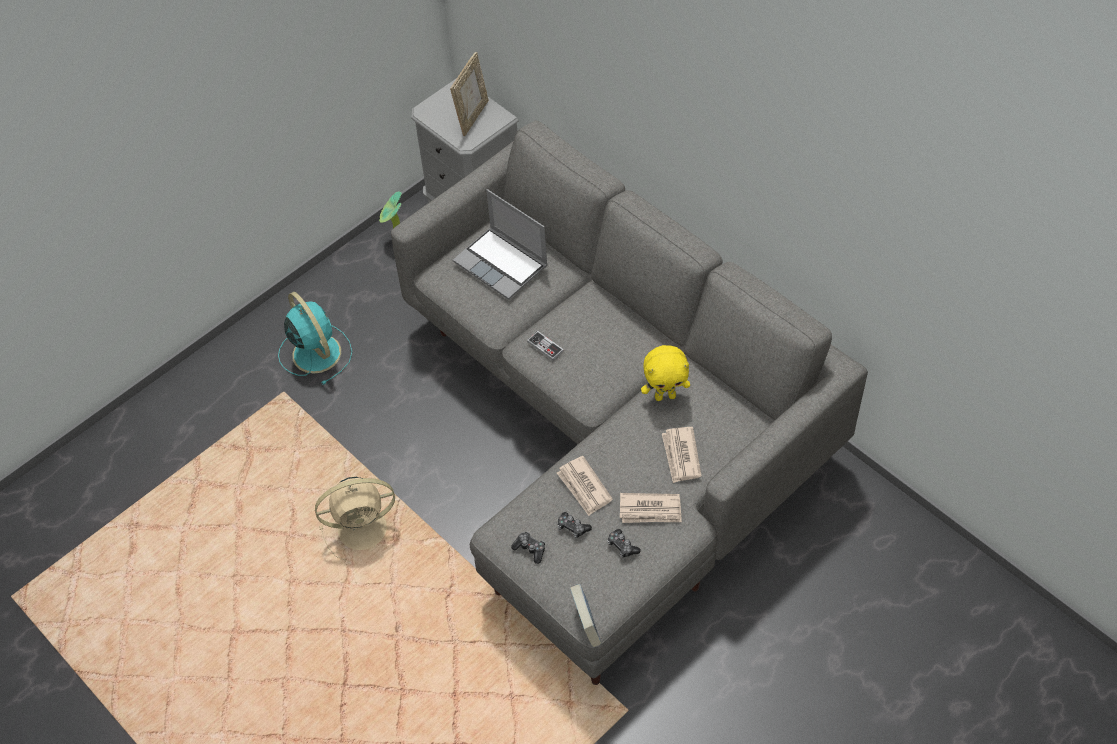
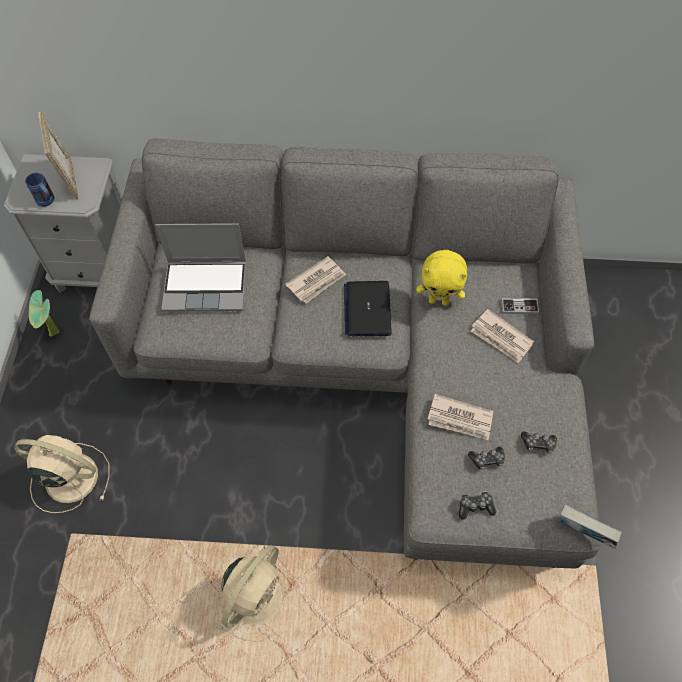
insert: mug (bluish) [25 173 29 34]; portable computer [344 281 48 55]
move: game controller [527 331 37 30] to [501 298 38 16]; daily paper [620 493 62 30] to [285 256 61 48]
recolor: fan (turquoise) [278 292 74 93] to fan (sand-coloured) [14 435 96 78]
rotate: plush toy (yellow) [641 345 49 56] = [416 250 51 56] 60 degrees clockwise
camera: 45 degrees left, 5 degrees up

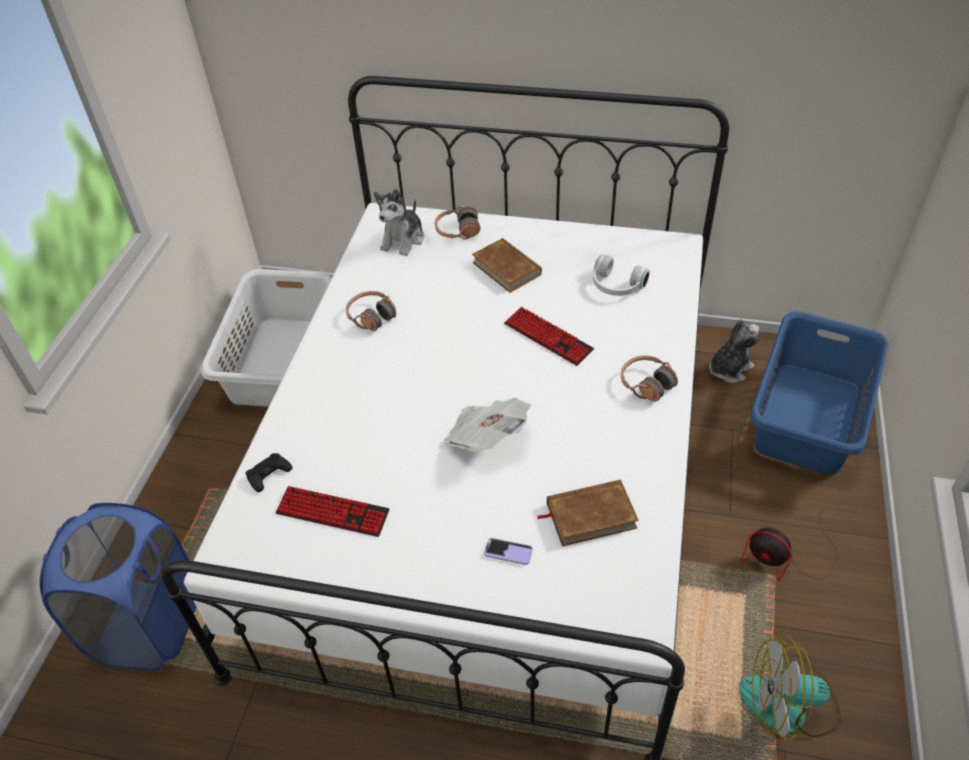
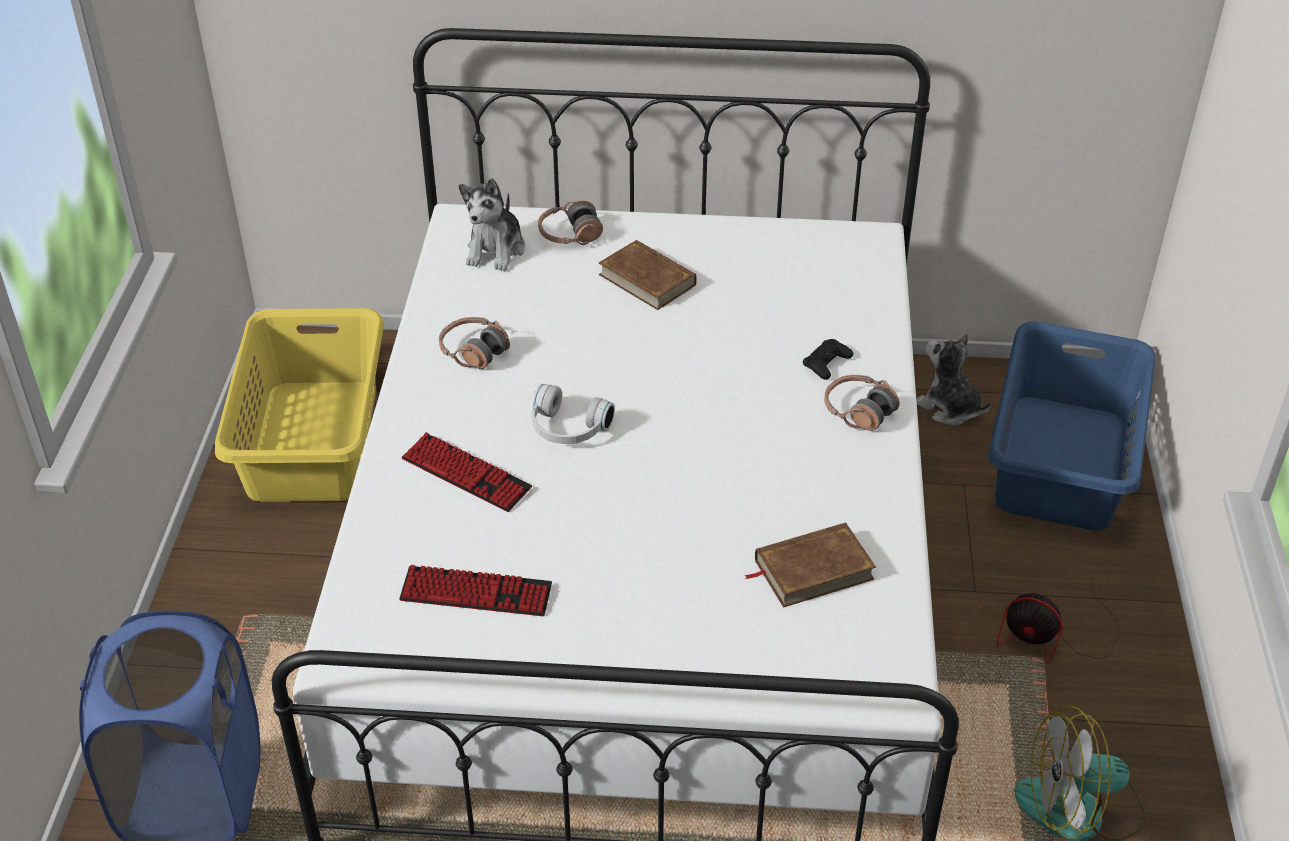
delete: daily paper [444 398 87 53]; phone [484 538 49 27]
move: headphones (whitish) [593 254 57 42] to [532 384 83 60]; keyboard [504 306 90 60] to [402 432 130 80]; game controller (blackish) [245 453 47 39] to [803 339 50 41]
recolor: washing basket (gray) [201 269 131 138] to washing basket (yellow) [215 308 169 194]
rotate: plush toy [709 319 51 64] = [916 334 76 91] 90 degrees counterclockwise
camera: 10 degrees left, 5 degrees down

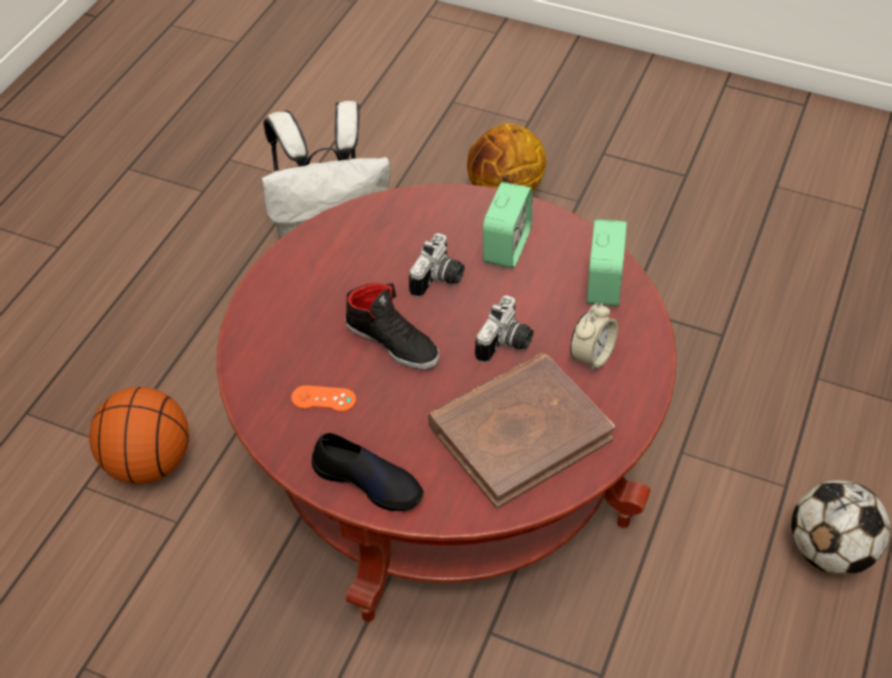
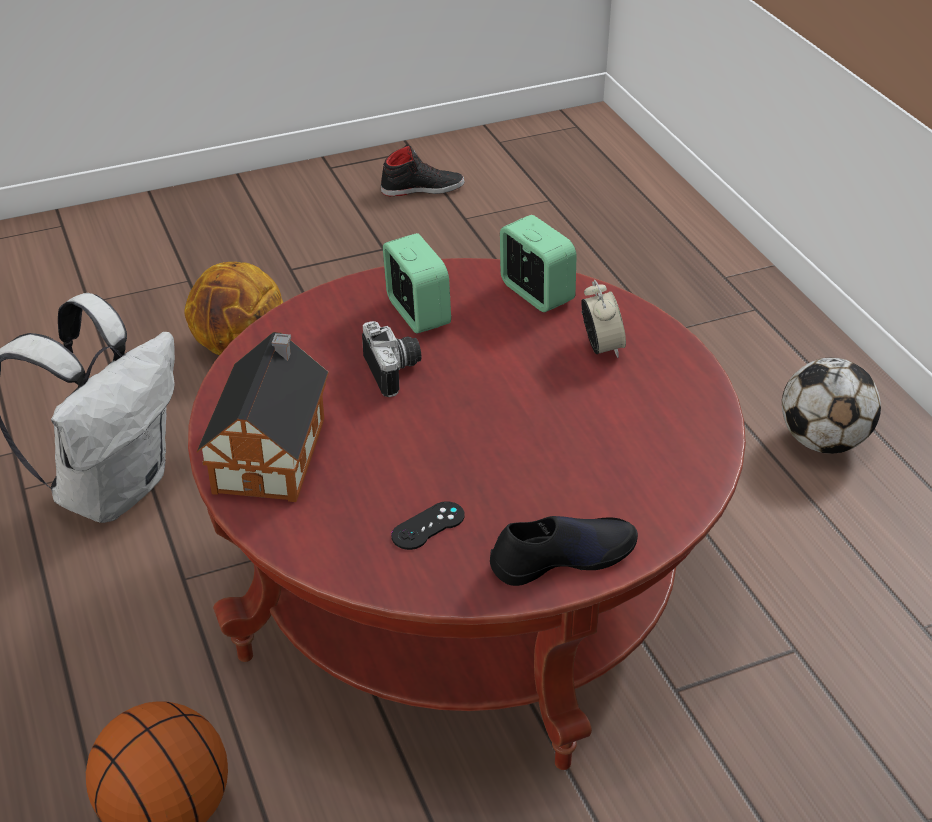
delete: still camera [475 295 58 68]; volume (brown) [428 353 187 156]
insert: toy house [197 332 132 170]
move: shoe (blackish) [345 283 95 86] to [381 144 83 52]
recolor: game controller (orange) [291 385 65 27] to game controller (blackish) [391 502 74 48]
camera: 45 degrees left, 10 degrees down

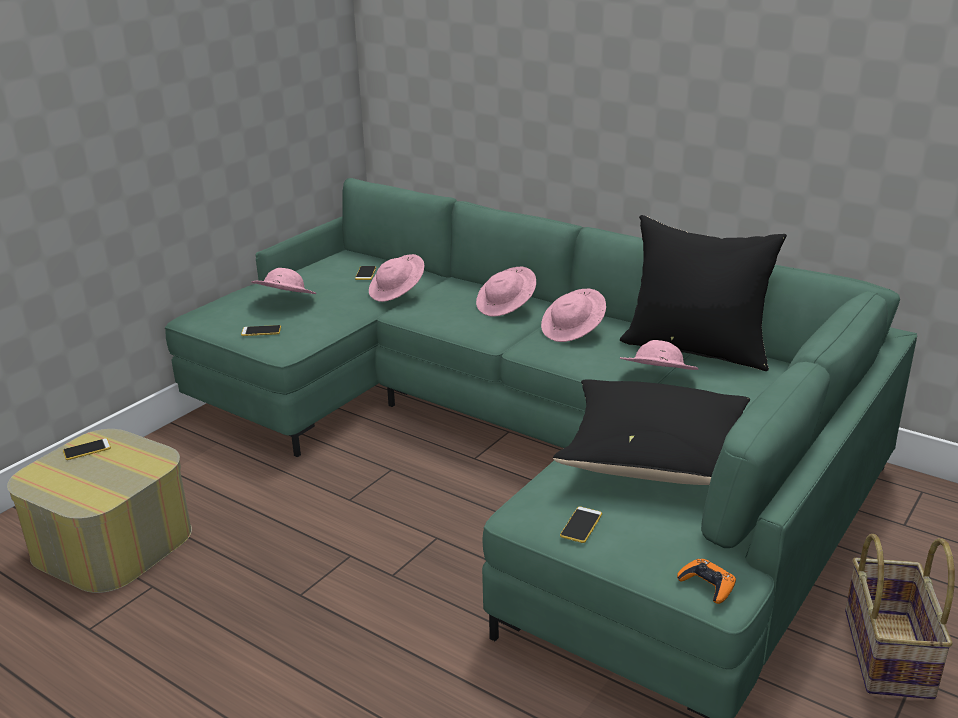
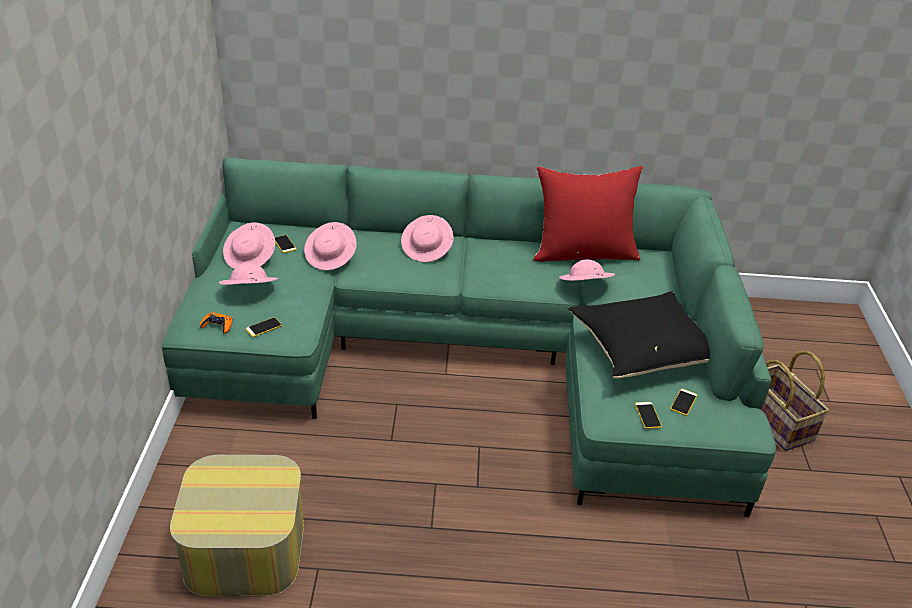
move: wearable hat (pink-coloured) [541 289 65 53] to [223 222 52 47]; phone [63 438 48 22] to [670 389 27 27]; game controller (orange) [677 559 59 45] to [200 312 32 22]
recolor: cushion (blackish) [620 215 167 156] to cushion (red) [533 166 110 96]
camera: 35 degrees left, 10 degrees up

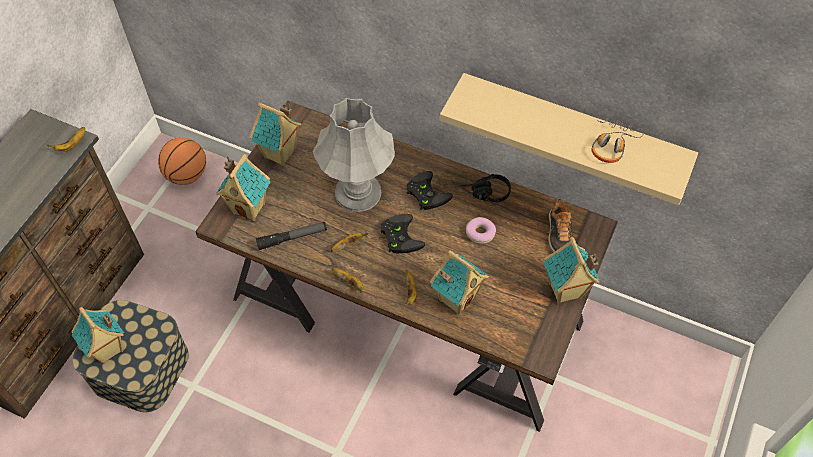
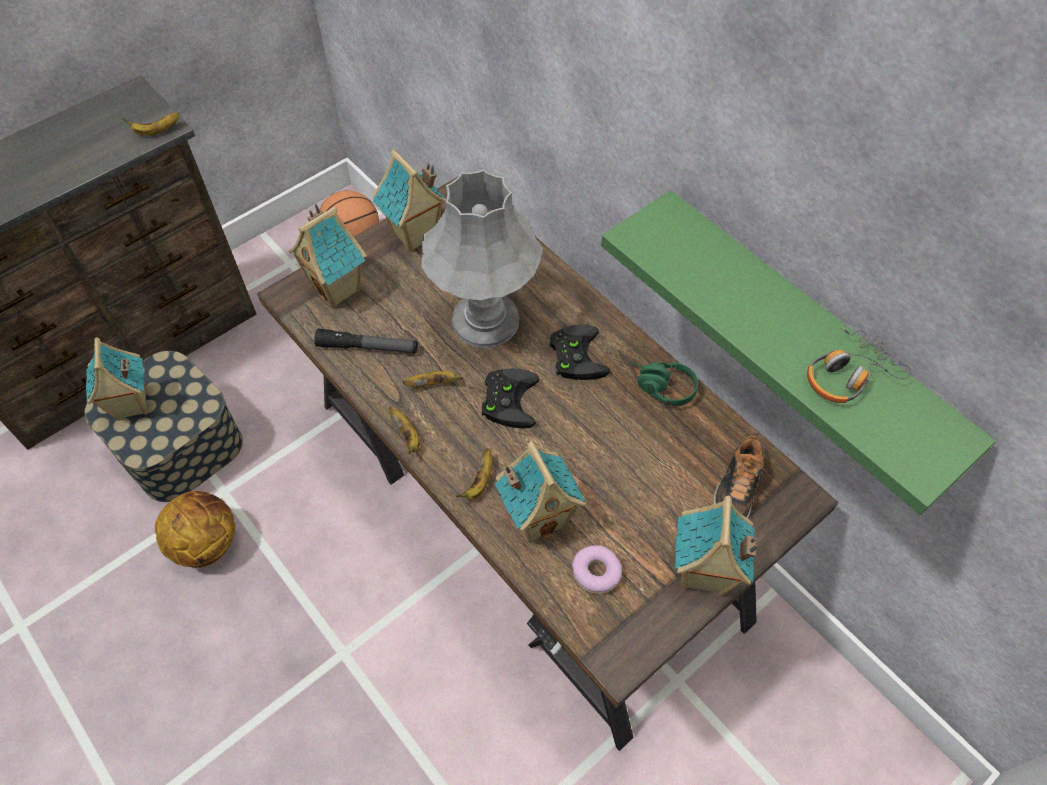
insert: basketball ball [155 491 80 77]
move: doughnut [466 217 30 27] to [572 545 50 49]
recolor: shelf (sand-coloured) [440 73 258 132] to shelf (green) [601 190 395 325]; headphones (blackish) [461 174 50 29] to headphones (green) [627 362 71 44]
camera: 25 degrees right, 0 degrees up

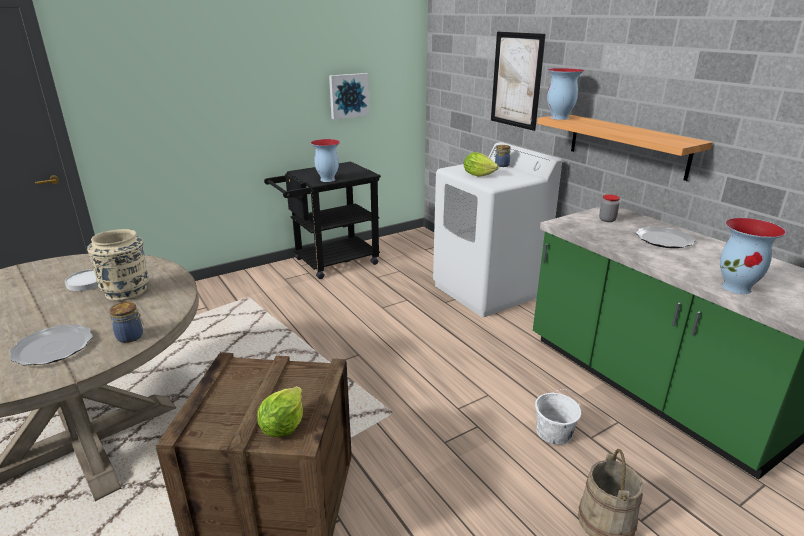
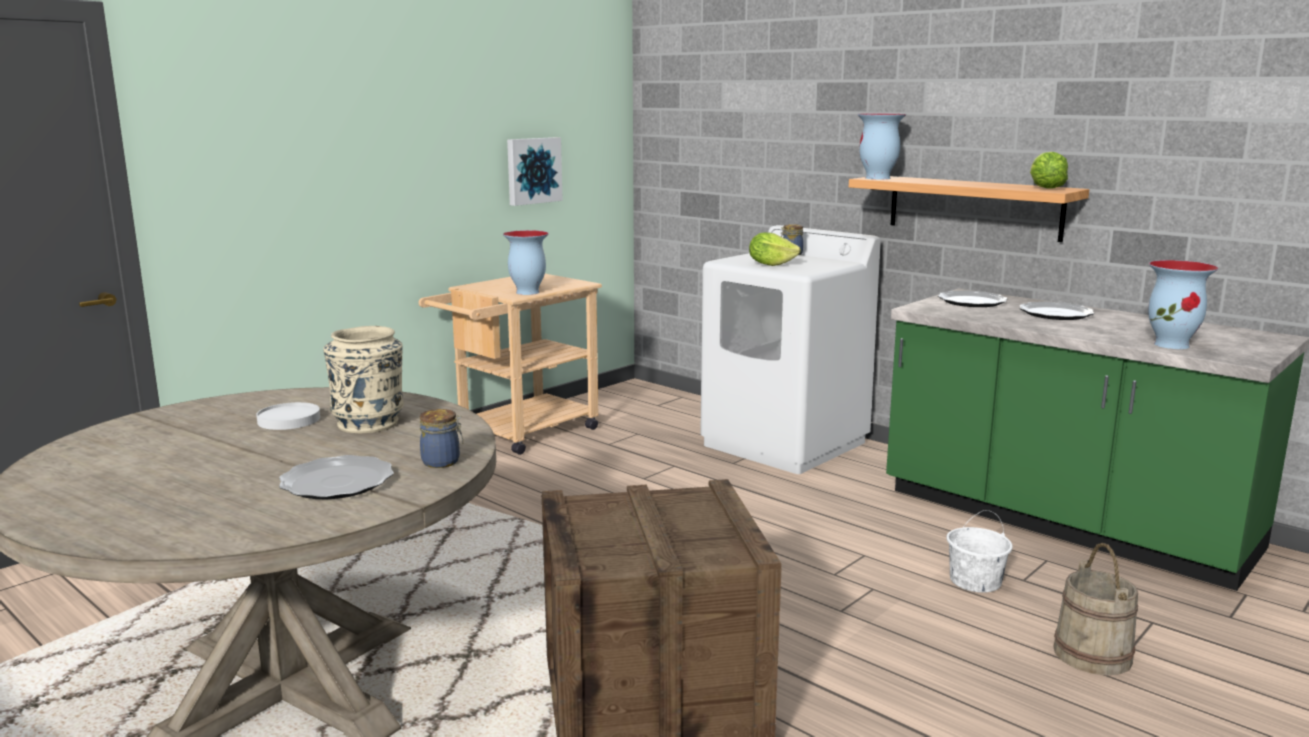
delete: wall art [491 32 55 99]
move: lettuce head [257 386 46 51] to [1030 152 38 37]
replace: storage jar [599 194 21 28] to dinner plate [938 290 70 17]
recolor: trolley (blackish) [264 162 117 117] to trolley (sand-coloured) [419 274 183 181]
camera: 15 degrees left, 10 degrees down

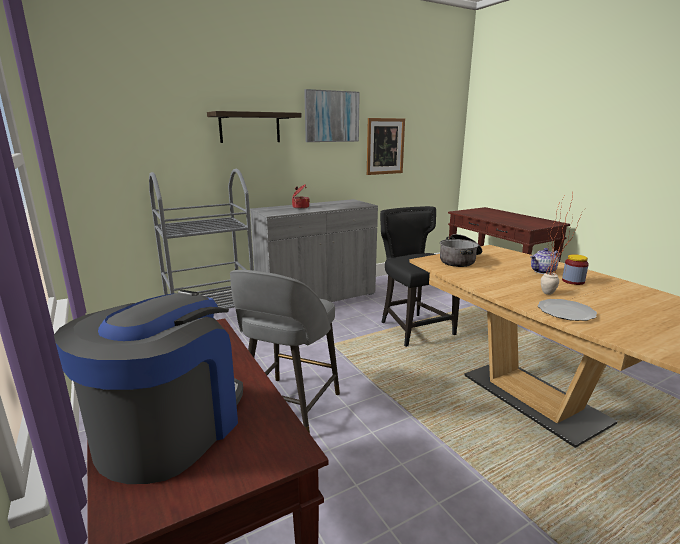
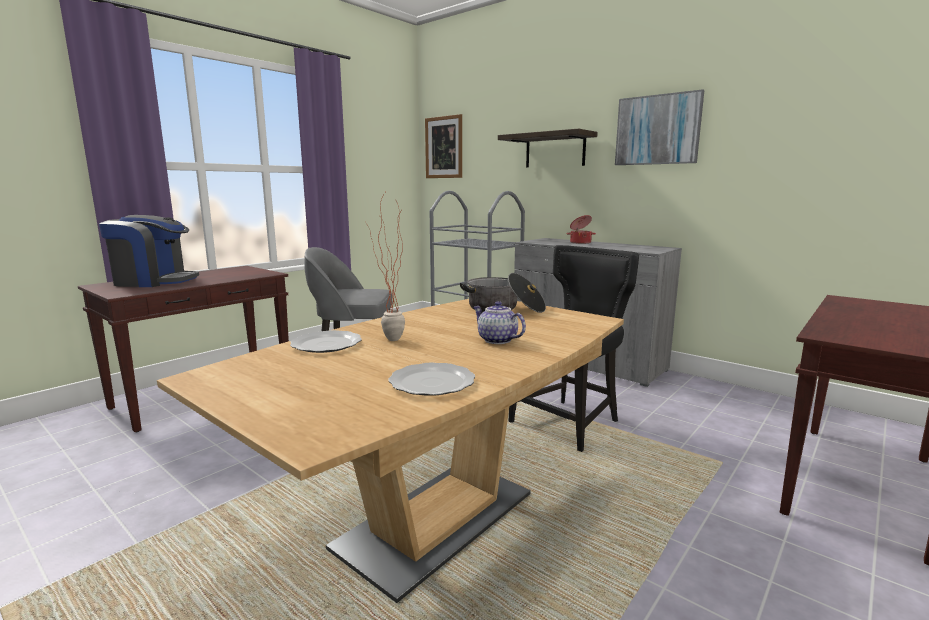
delete: storage jar [562 254 27 31]
insert: dinner plate [388 363 87 33]
move: wall art [367 118 38 57] to [425 114 37 64]
camera: 70 degrees right, 5 degrees down

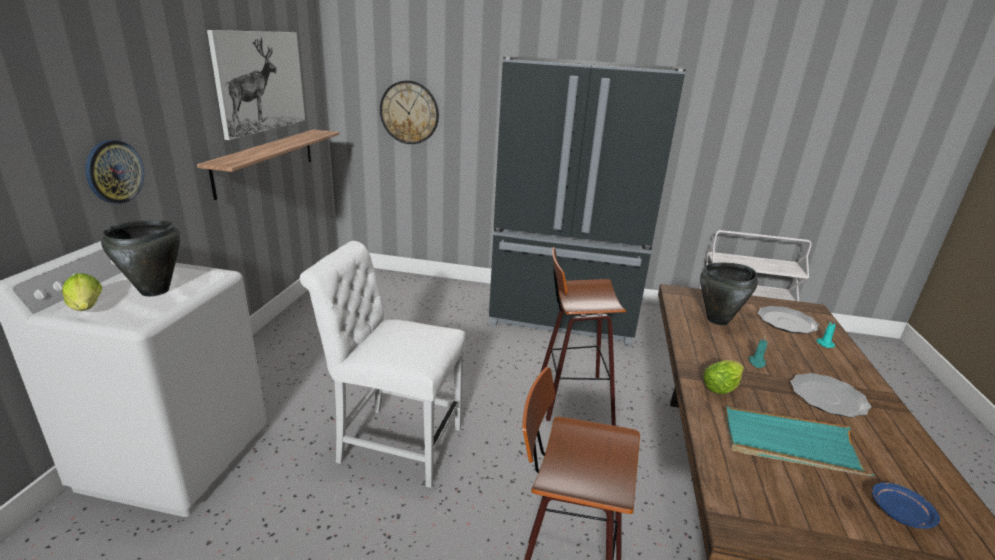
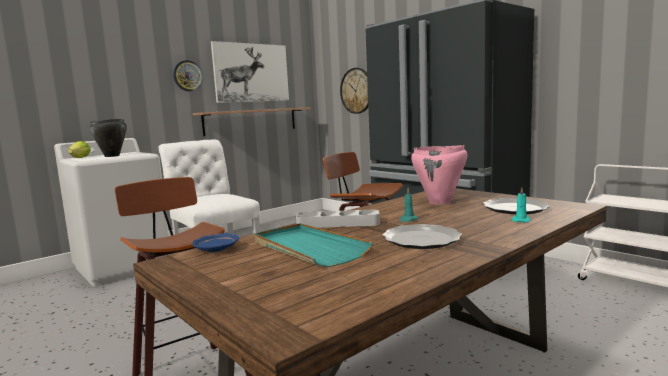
move: hanging clock [86 140 58 64] to [173 60 30 31]; dinner plate (bluish) [872 482 68 47] to [192 233 47 19]
replace: lettuce head [703 360 41 34] to serving tray (gray) [296 210 84 18]
recolor: stockpot (blackish) [700 263 58 62] to stockpot (pink-coloured) [411 145 56 60]
camera: 40 degrees right, 15 degrees down

